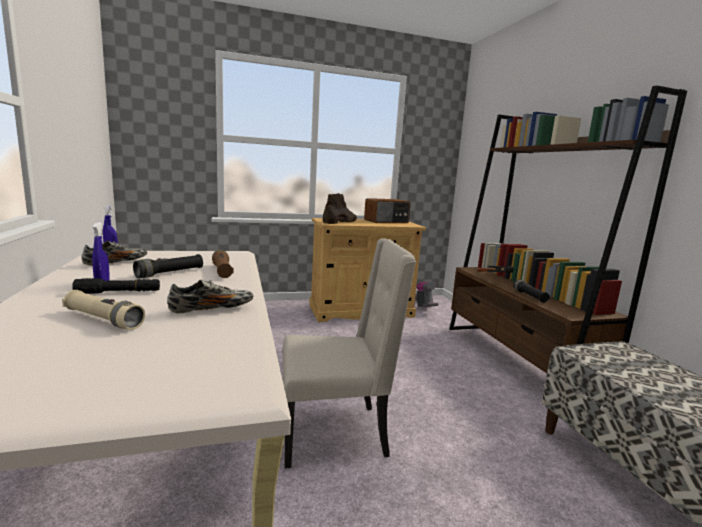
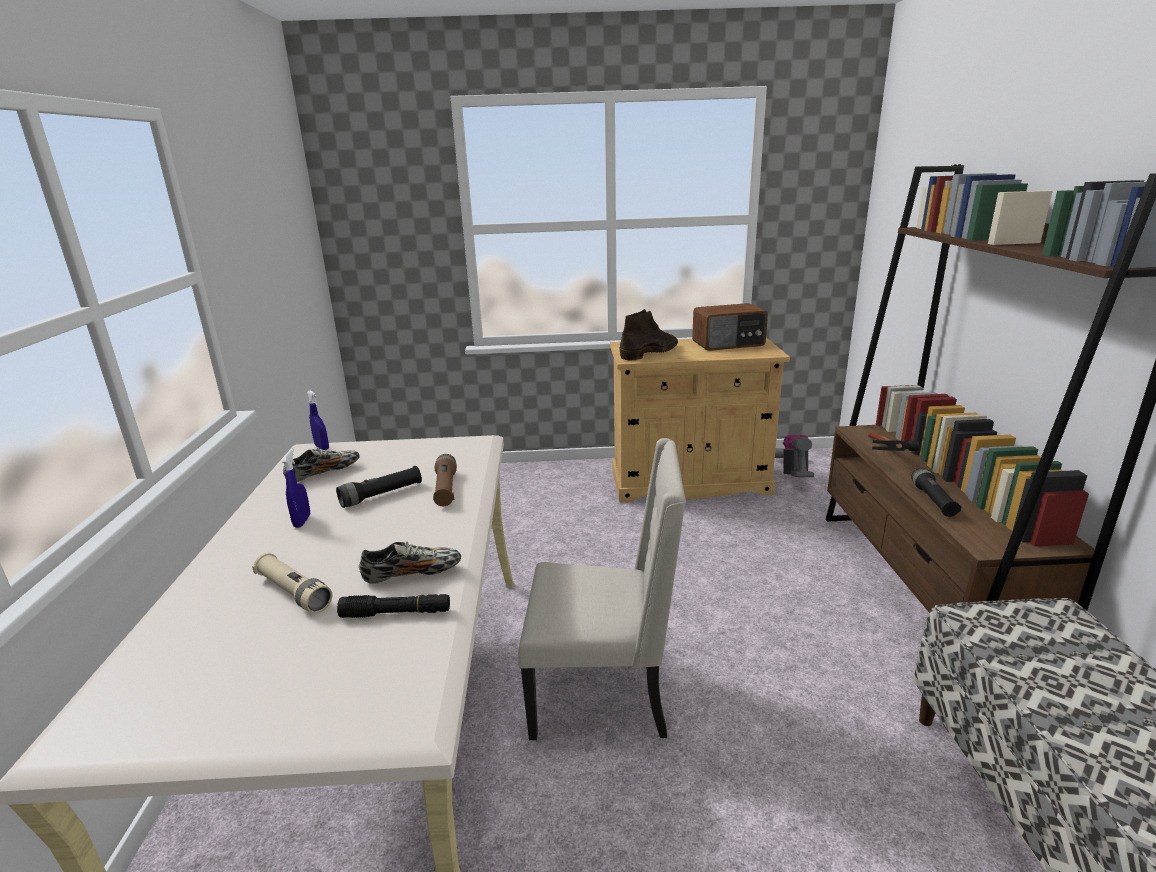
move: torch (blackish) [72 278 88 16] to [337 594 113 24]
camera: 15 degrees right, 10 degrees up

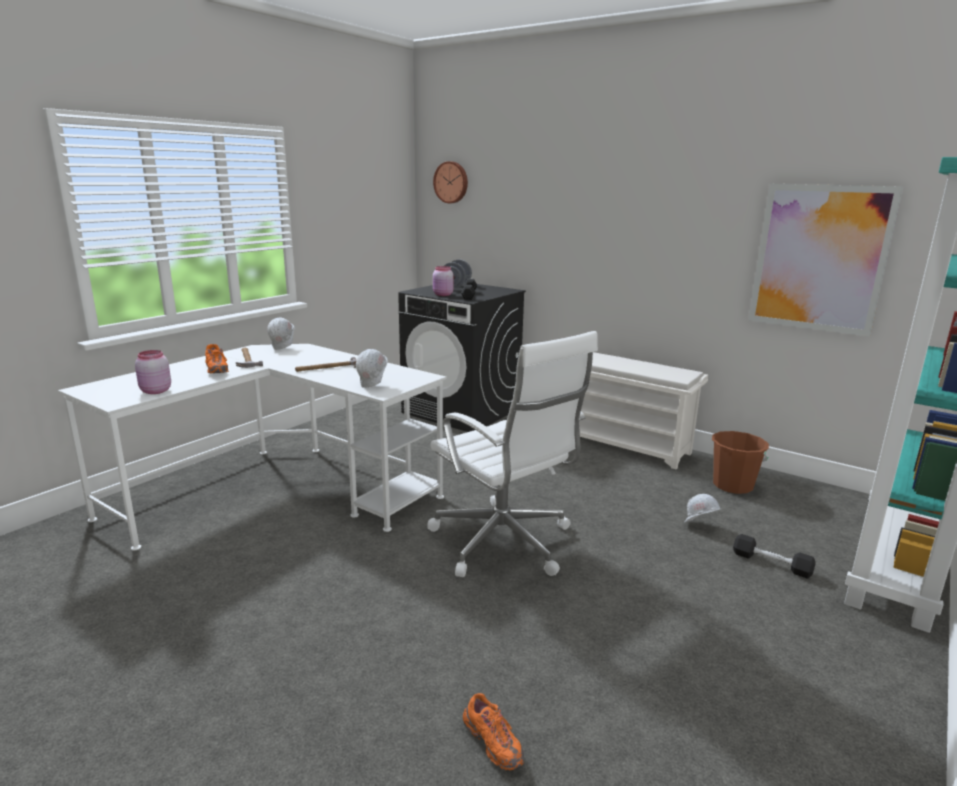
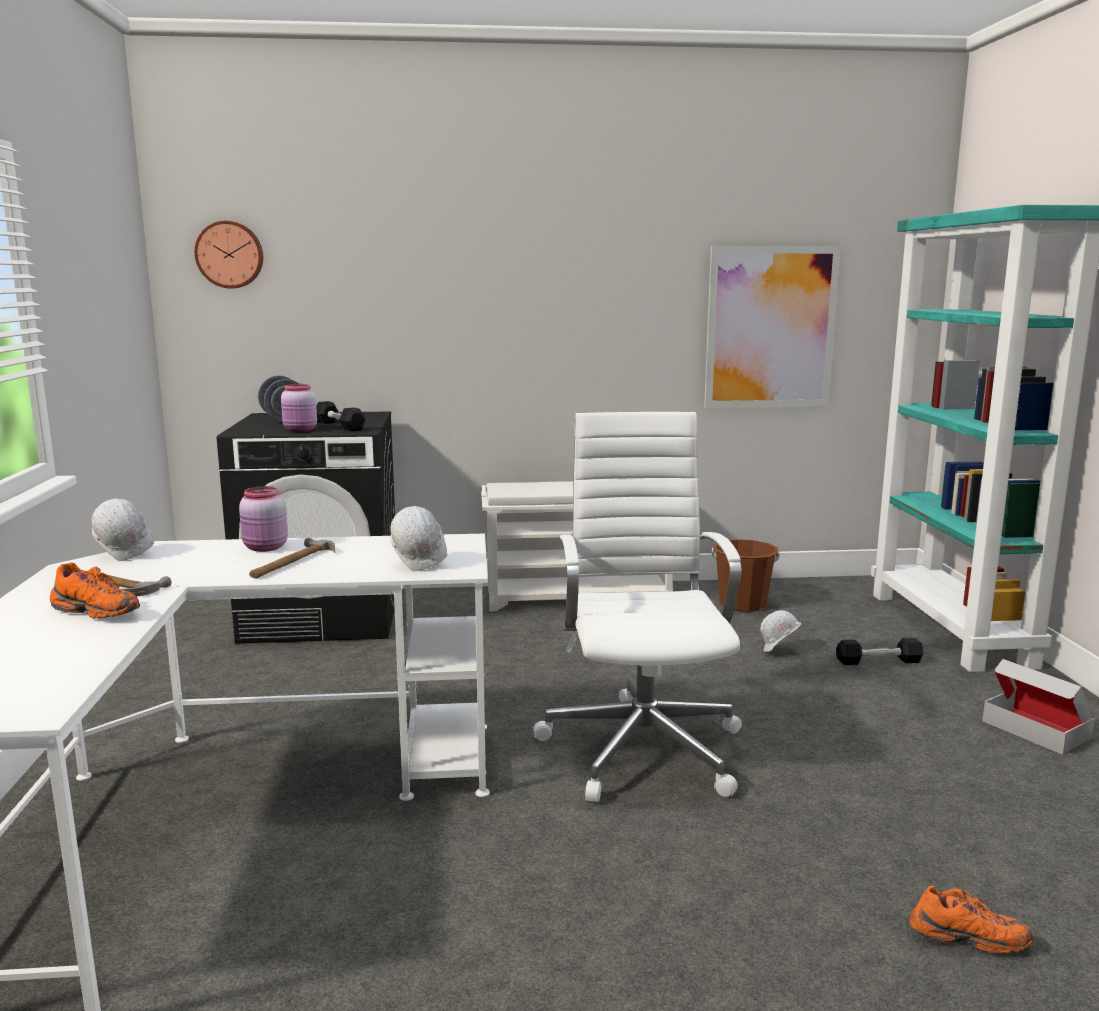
insert: cardboard box [982 659 113 96]
move: storage jar (pink-coloured) [135 350 36 44] to [239 486 49 66]
rotate: office chair (whitish) [427 331 171 246] = [533 412 209 390] 105 degrees counterclockwise
camera: 40 degrees left, 5 degrees down

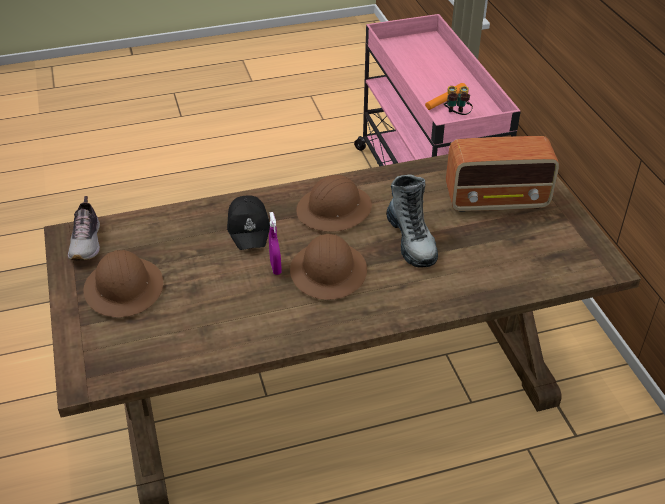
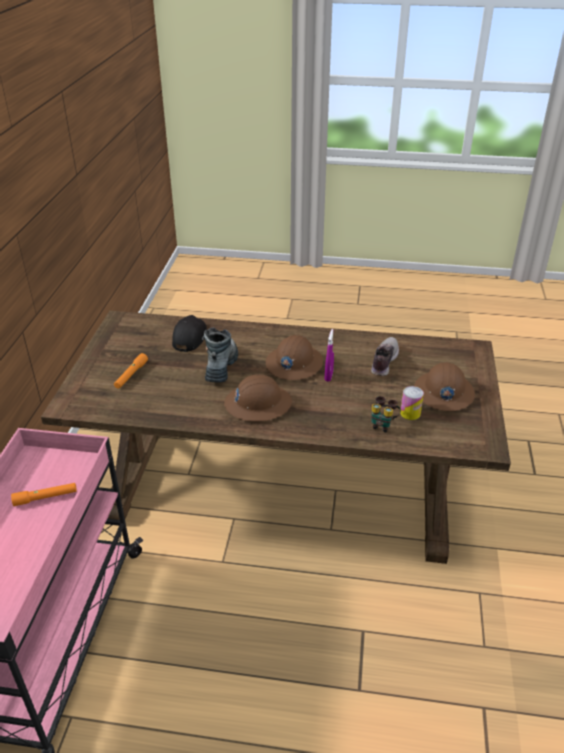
insert: can [400 386 24 34]
move: field glasses [444 86 29 29] to [371 396 30 37]; baseball cap (blackish) [227 195 43 55] to [172 315 35 37]; shoe [68 196 32 64] to [371 337 28 39]
replace: radio receiver [446 136 113 76] to torch (orange) [114 353 34 36]
camera: 155 degrees left, 5 degrees down

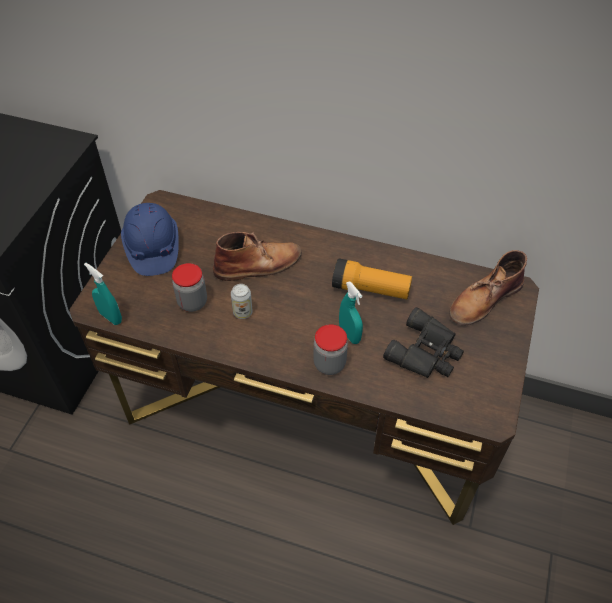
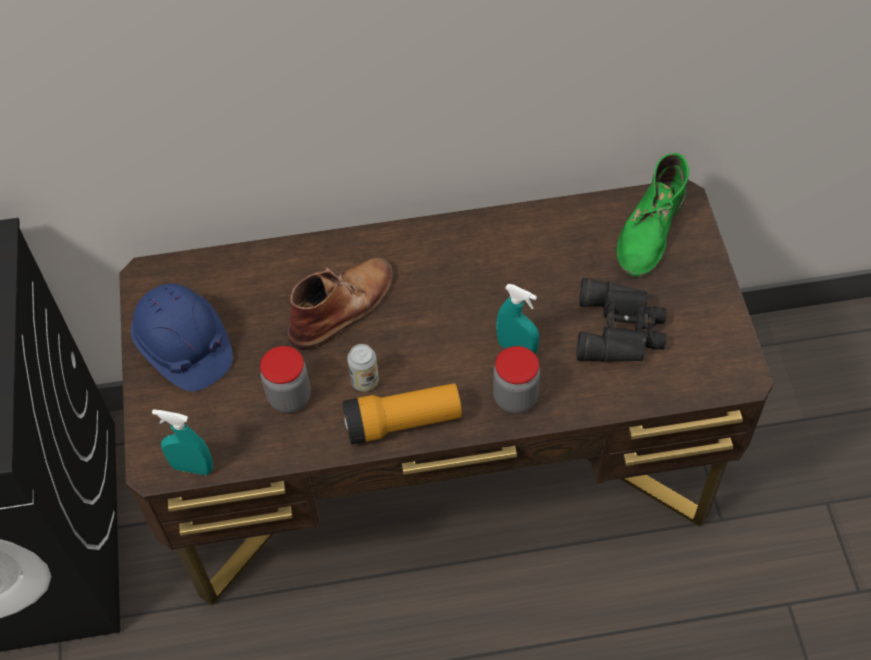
move: torch [332 258 80 41] to [342 383 120 61]
recolor: boot (brown) [449 250 78 75] to boot (green) [616 153 73 124]
camera: 25 degrees left, 5 degrees up

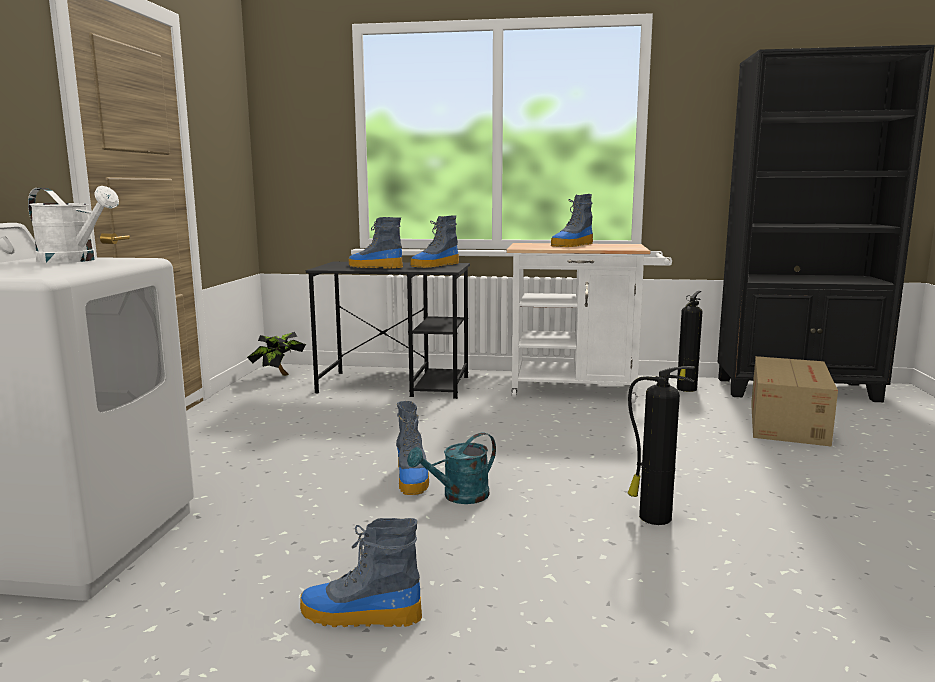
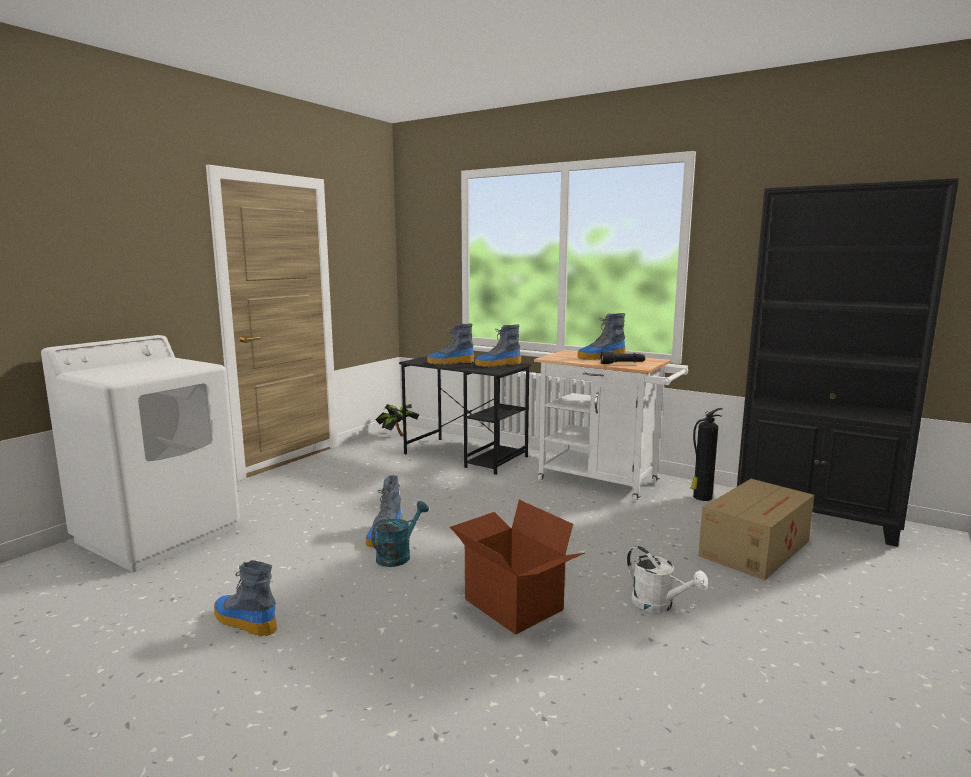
insert: torch (blackish) [600 351 45 13]
move: watering can (whitish) [28 186 91 77] to [627 546 81 67]
replace: fire-fighting cylinder [627 366 68 159] to cardboard box [450 500 135 135]
rotate: boot [349 217 54 51] = [427 324 47 41] 60 degrees counterclockwise; watering can (turquoise) [407 432 89 72] = [371 501 58 66] 135 degrees clockwise
camera: 25 degrees right, 0 degrees up

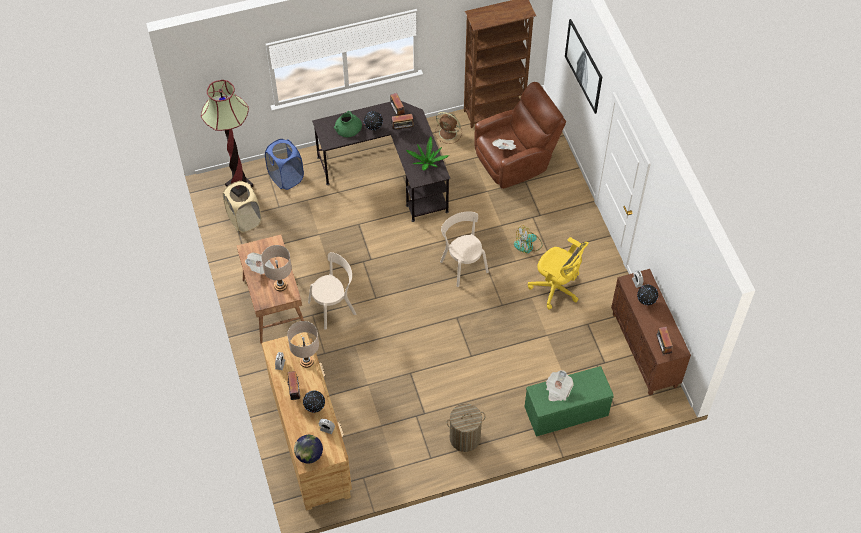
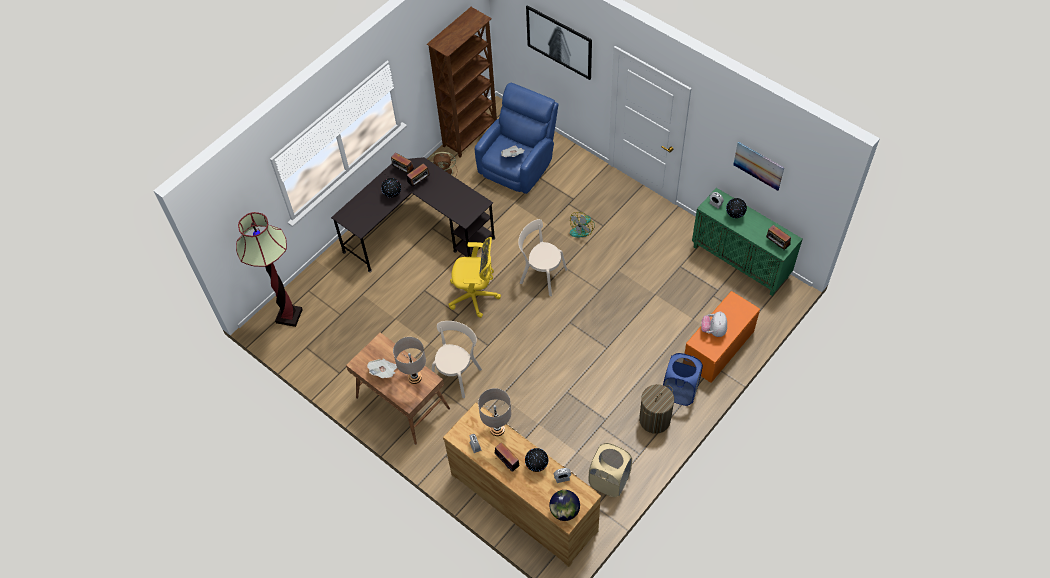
delete: decorative vase (green) [334 111 28 26]; potted plant [406 136 43 34]
insert: wall art [733 142 51 49]
move: washing basket (bluish) [265 139 39 51] to [663 353 40 53]; washing basket (sand-coloured) [223 181 39 52] to [588 443 44 54]; office chair (yellow) [528 237 61 72] to [448 237 53 81]
replace: daily paper [546 370 28 31] to plush toy [701 312 26 25]
recolor: armchair (brown) [474 82 92 107] to armchair (bluish) [475 83 83 111]; cabinet (brown) [611 269 80 126] to cabinet (green) [692 188 110 108]; indoor bench (green) [524 366 90 71] to indoor bench (orange) [684 291 76 92]
camera: 30 degrees left, 0 degrees up

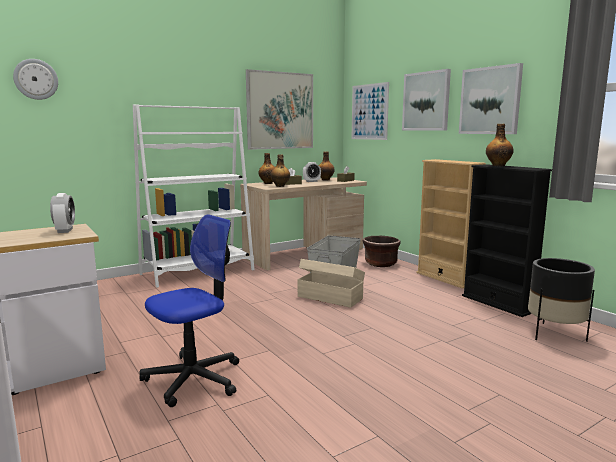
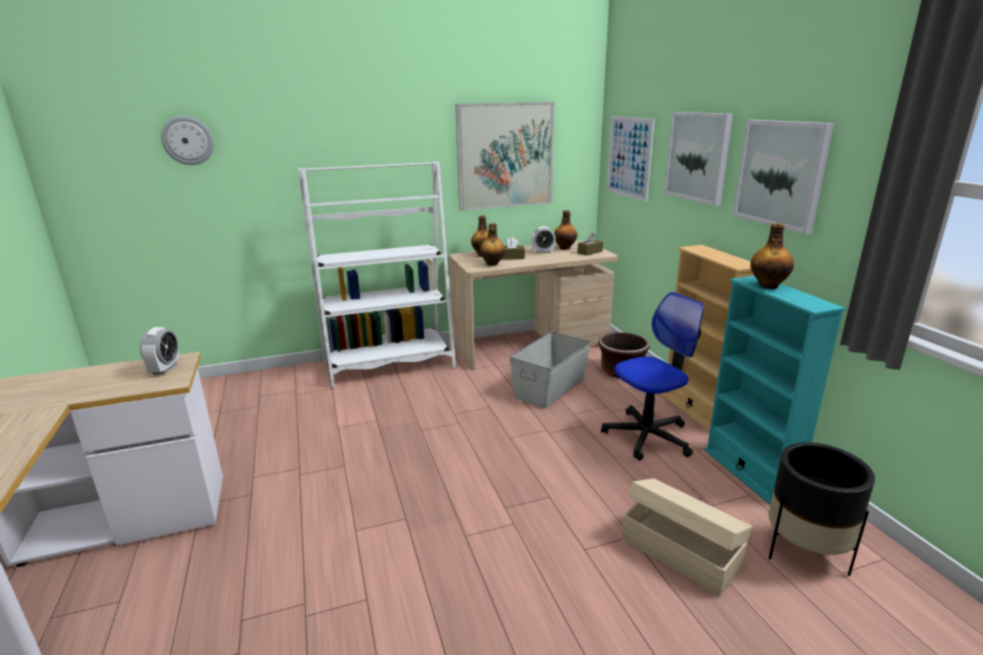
move: office chair [139 214 100 193] to [601 292 103 169]; storage container (sand-coloured) [298 259 67 49] to [622 478 130 119]
recolor: bookshelf (blackish) [462 164 90 153] to bookshelf (turquoise) [704 276 141 229]
camera: 15 degrees right, 10 degrees up

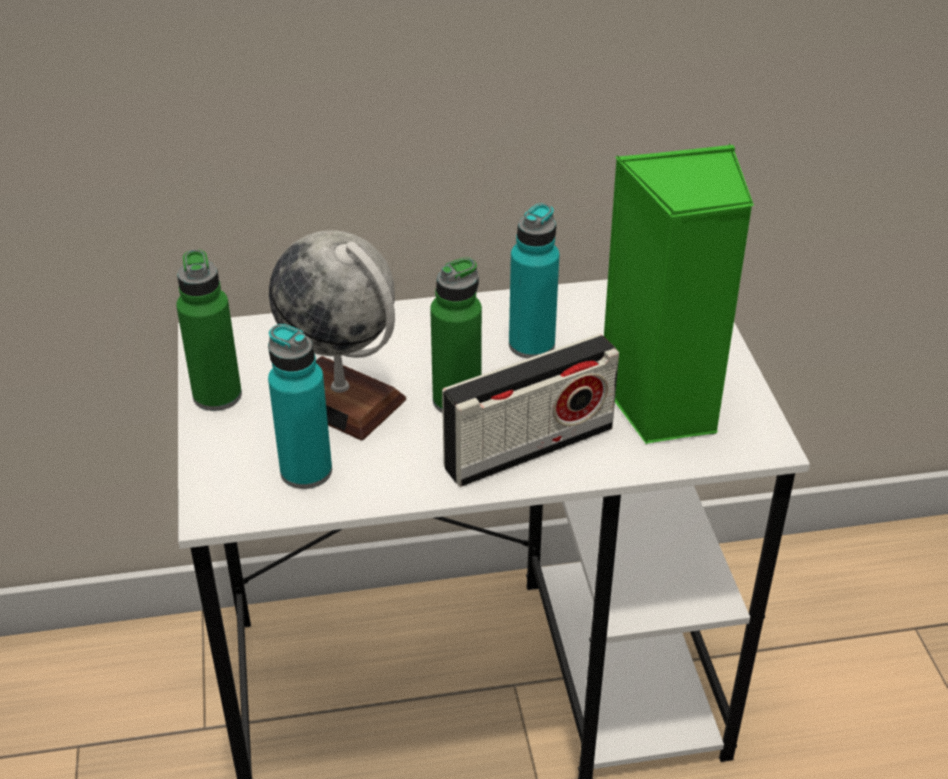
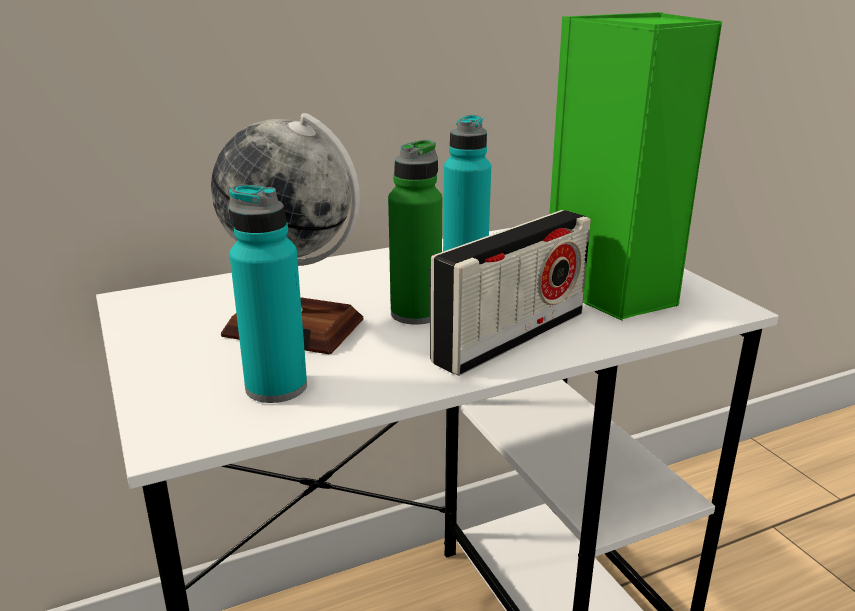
delete: bottle (green) [176 250 66 161]
camera: 15 degrees left, 15 degrees down

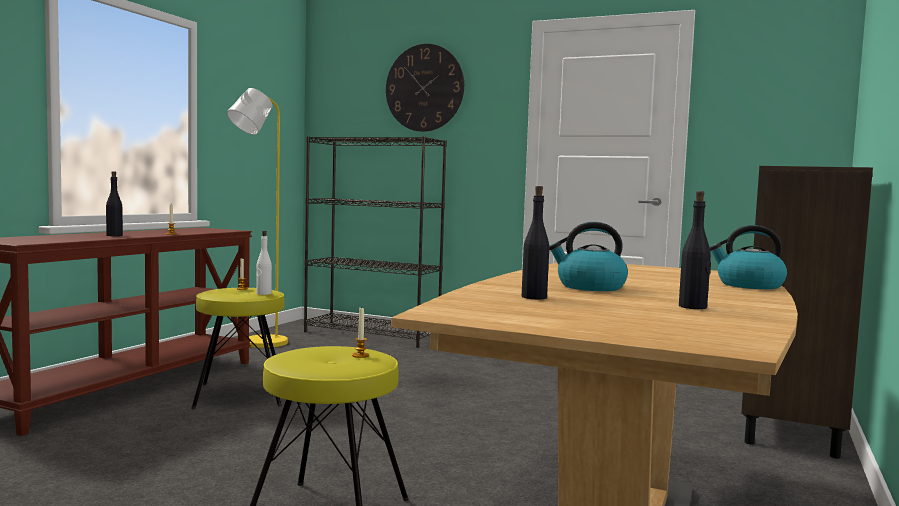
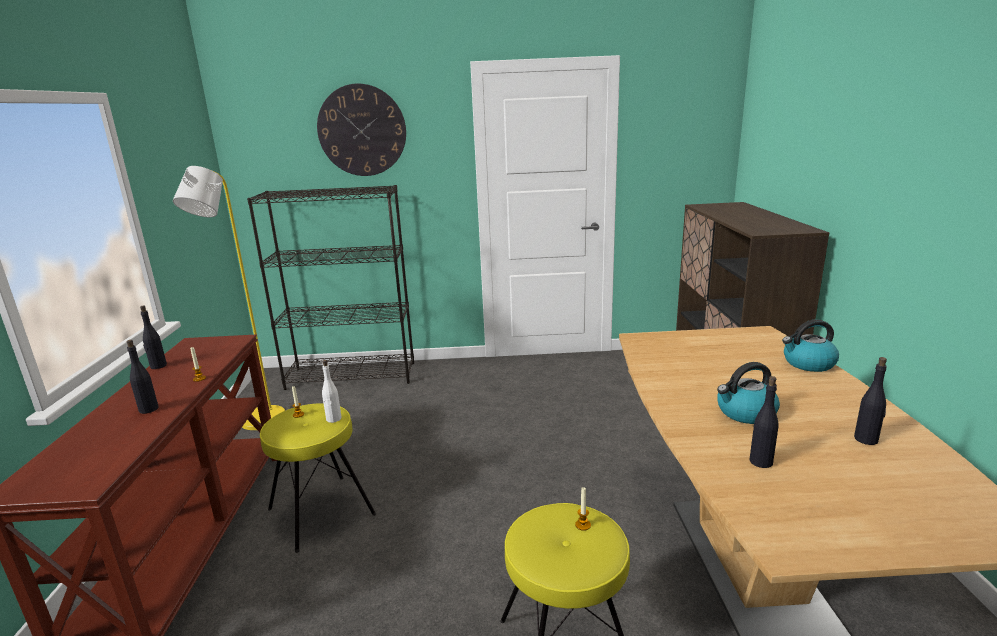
insert: bottle (blackish) [140 306 27 63]
camera: 25 degrees left, 15 degrees up

